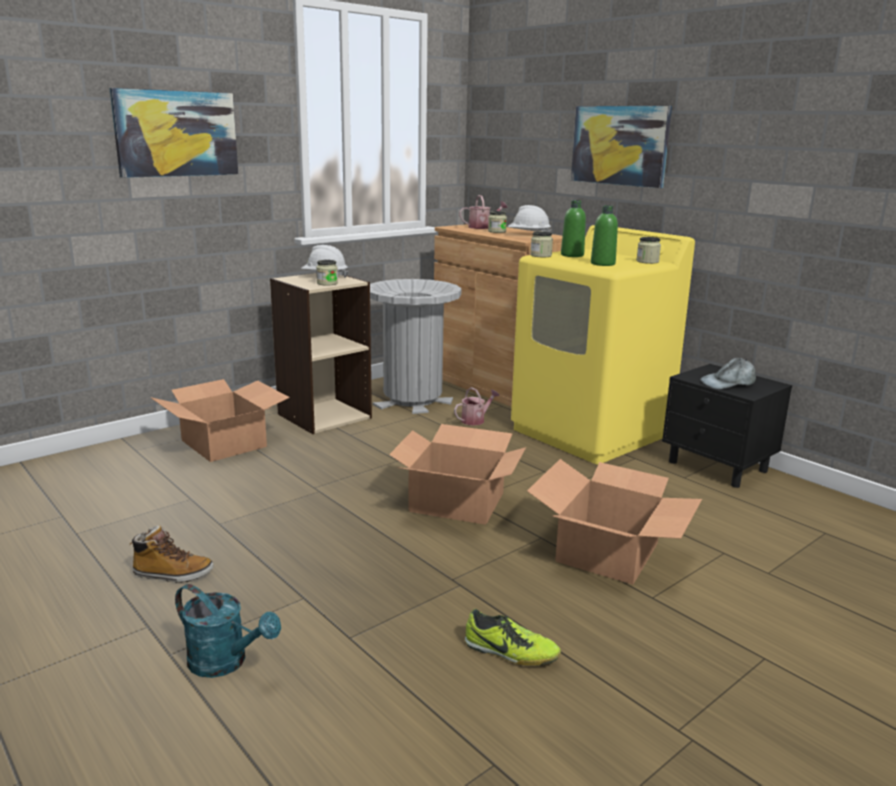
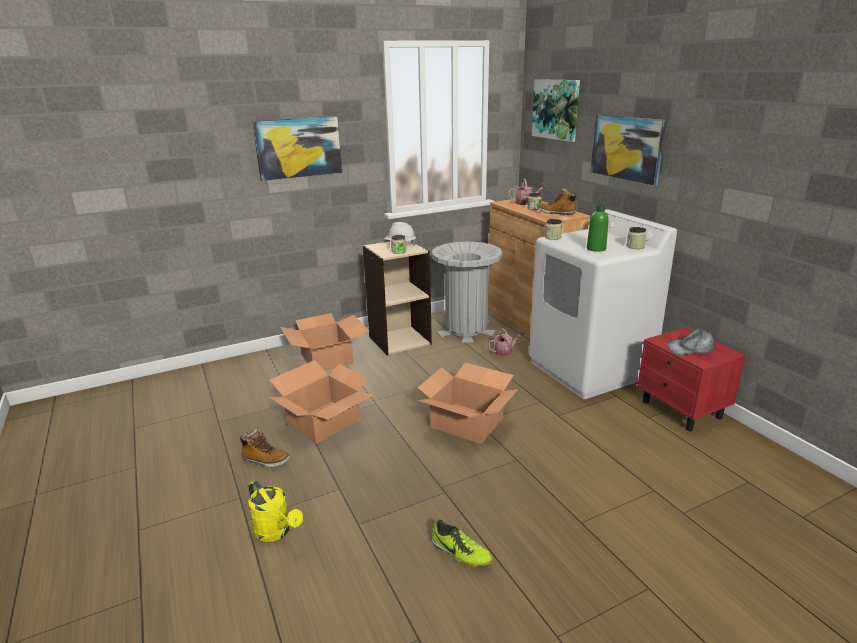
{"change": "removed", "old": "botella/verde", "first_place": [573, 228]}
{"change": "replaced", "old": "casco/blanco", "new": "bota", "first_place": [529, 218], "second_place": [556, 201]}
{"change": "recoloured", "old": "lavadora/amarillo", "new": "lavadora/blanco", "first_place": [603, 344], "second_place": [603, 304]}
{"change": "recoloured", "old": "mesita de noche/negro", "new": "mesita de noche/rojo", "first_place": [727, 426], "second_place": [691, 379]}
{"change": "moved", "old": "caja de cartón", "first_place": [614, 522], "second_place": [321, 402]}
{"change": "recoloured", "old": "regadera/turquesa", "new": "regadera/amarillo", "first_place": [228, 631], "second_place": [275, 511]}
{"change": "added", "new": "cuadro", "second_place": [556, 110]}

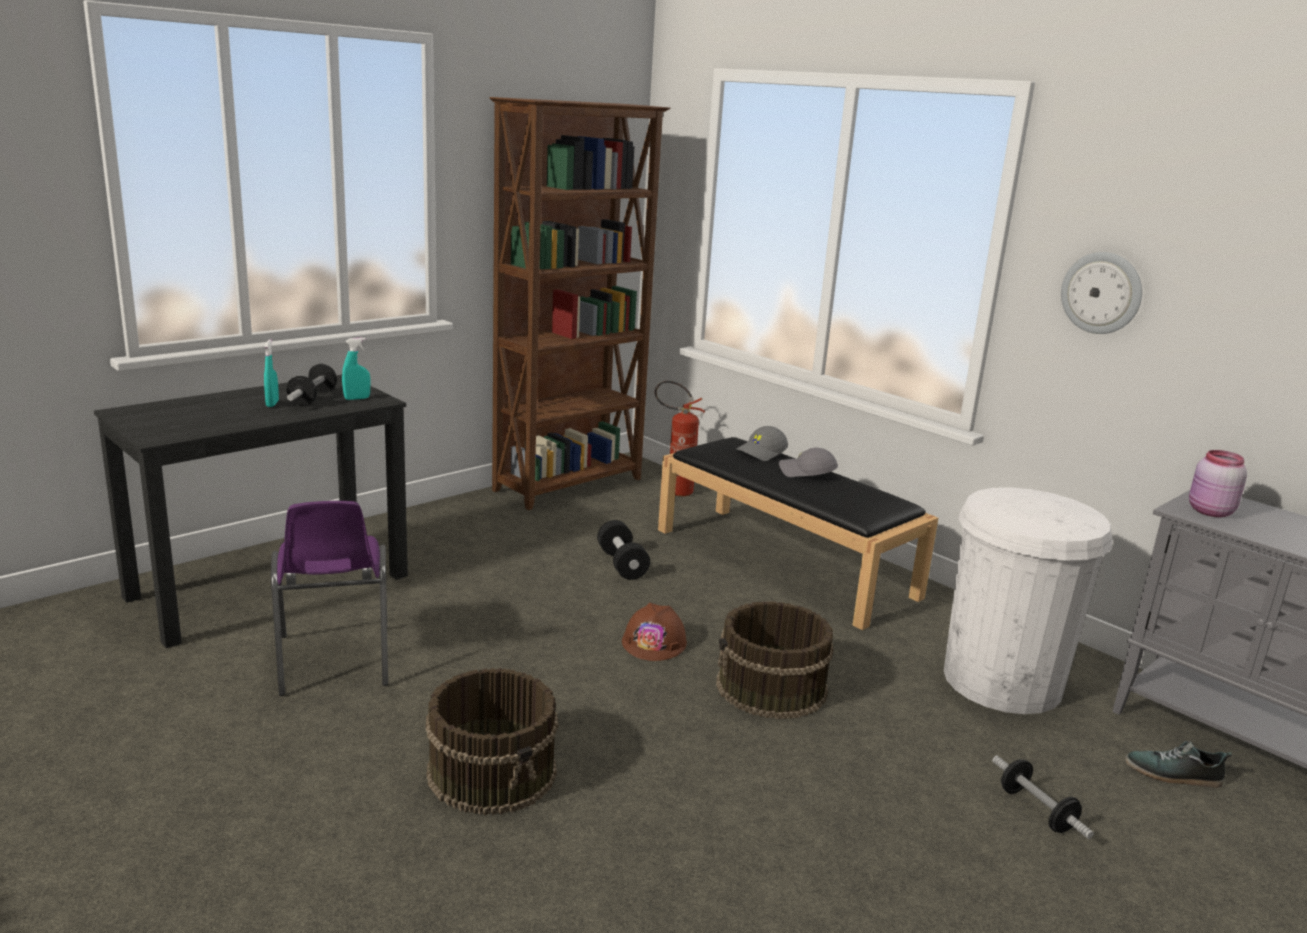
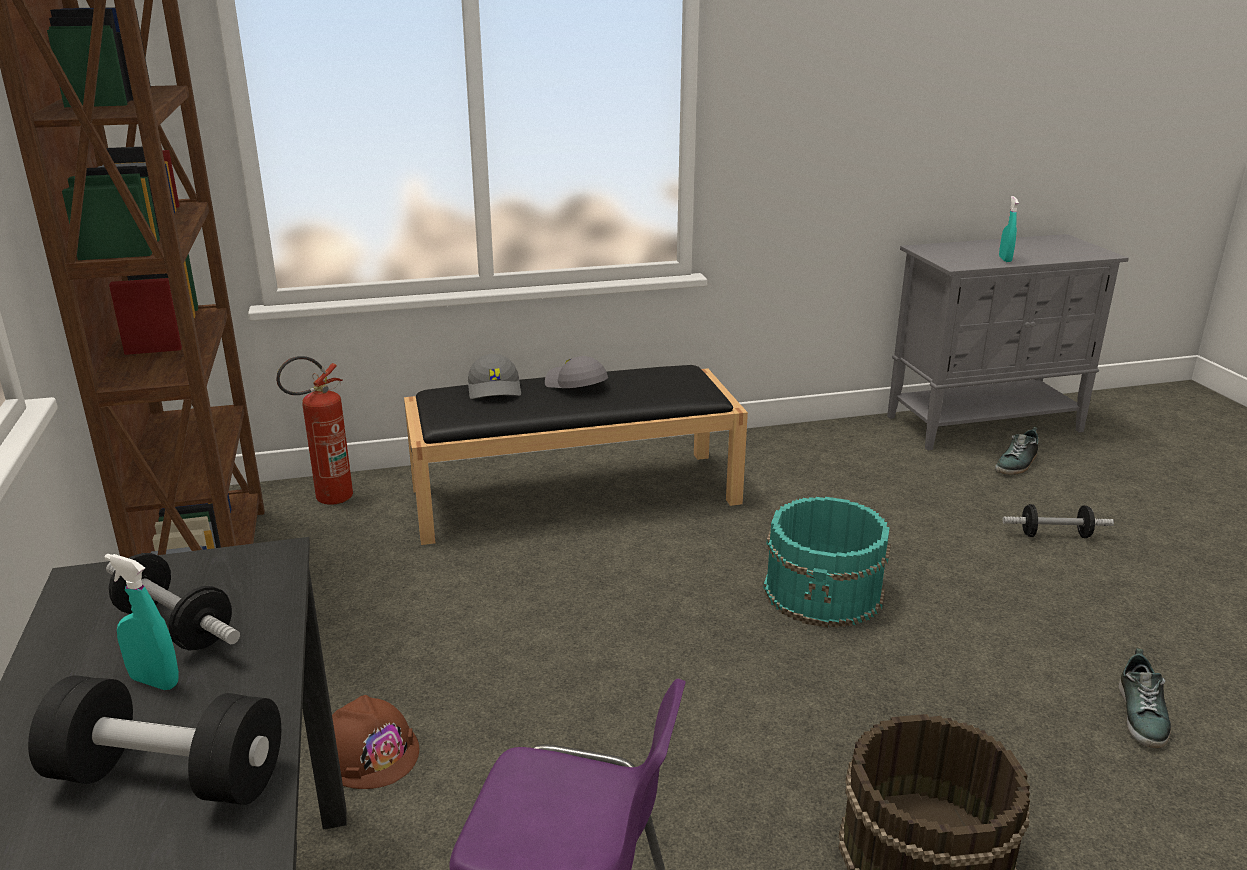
{"change": "removed", "old": "reloj de pared", "first_place": [1101, 293]}
{"change": "moved", "old": "pulverizador/turquesa", "first_place": [356, 369], "second_place": [1009, 229]}
{"change": "turned", "old": "gorra/gris", "first_place": [808, 462], "second_place": [576, 372], "degrees": 90}
{"change": "removed", "old": "tarro/rosa", "first_place": [1218, 483]}
{"change": "removed", "old": "papelera/blanco", "first_place": [1028, 600]}
{"change": "moved", "old": "mancuerna/negro", "first_place": [623, 550], "second_place": [154, 740]}
{"change": "recoloured", "old": "cubo/marrón", "new": "cubo/turquesa", "first_place": [775, 660], "second_place": [827, 562]}
{"change": "moved", "old": "casco/marrón", "first_place": [654, 632], "second_place": [375, 742]}
{"change": "added", "new": "zapato", "second_place": [1145, 698]}

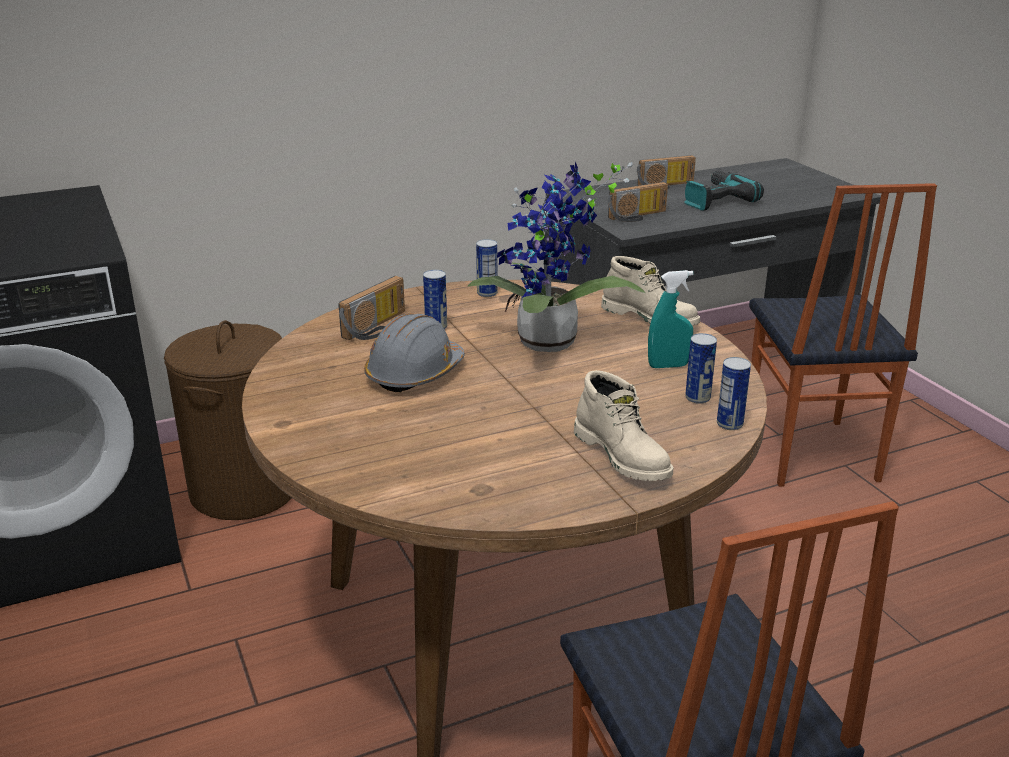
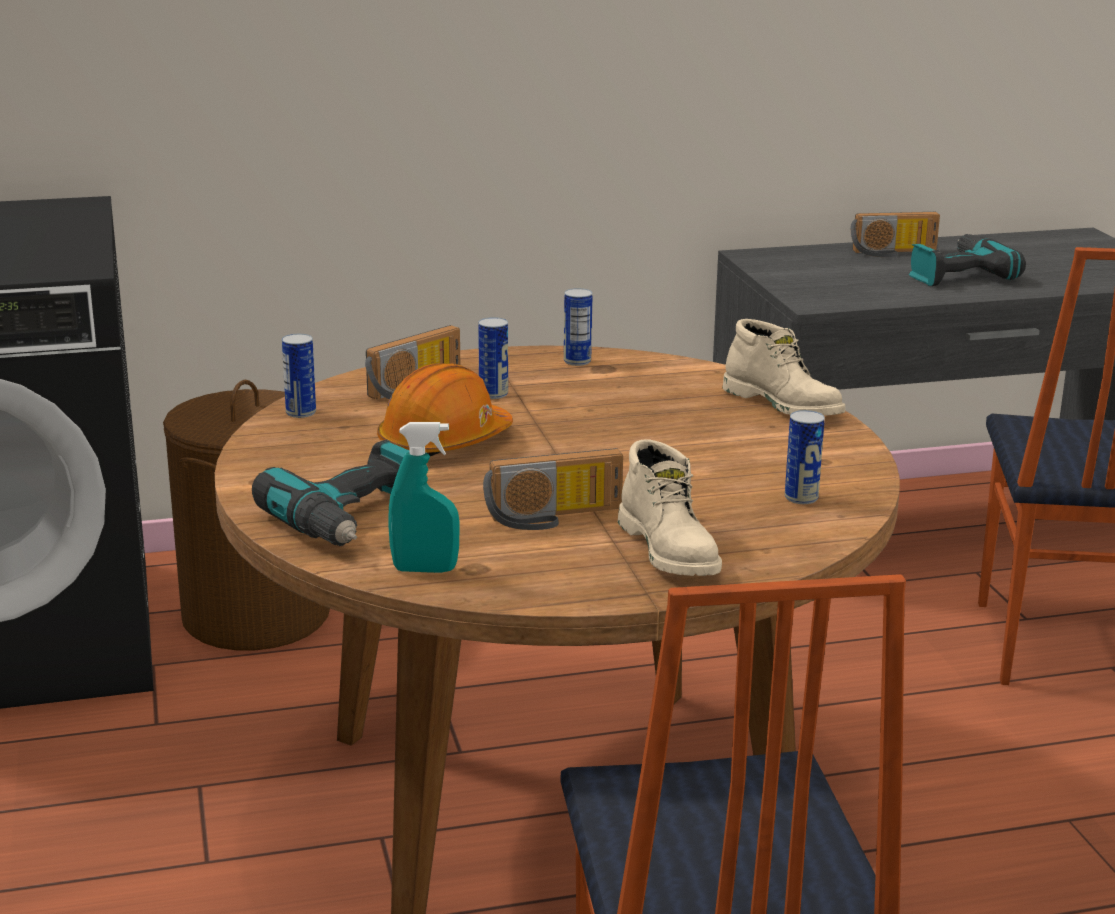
{"change": "removed", "old": "planta en maceta", "first_place": [556, 257]}
{"change": "moved", "old": "radio", "first_place": [638, 202], "second_place": [553, 489]}
{"change": "moved", "old": "pulverizador/turquesa", "first_place": [671, 319], "second_place": [424, 497]}
{"change": "recoloured", "old": "casco/gris", "new": "casco/naranja", "first_place": [414, 353], "second_place": [445, 409]}
{"change": "moved", "old": "lata", "first_place": [734, 393], "second_place": [299, 376]}
{"change": "added", "new": "taladro", "second_place": [331, 493]}

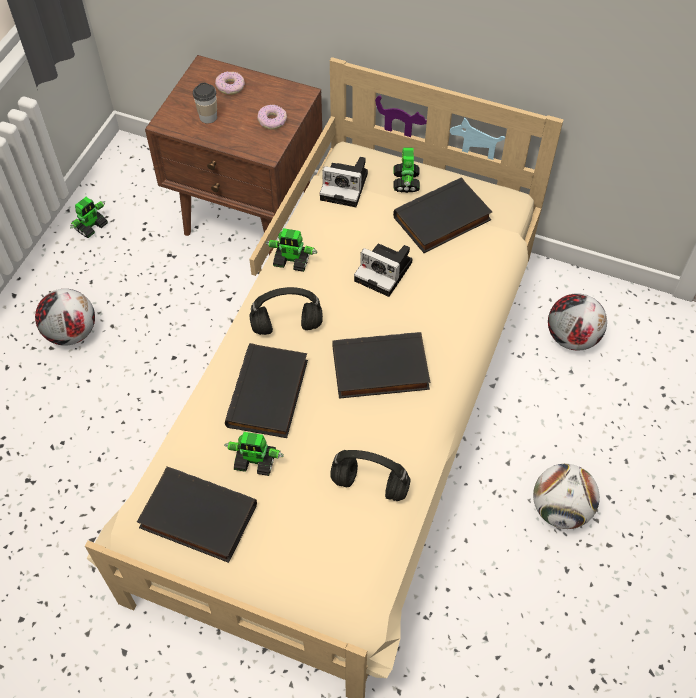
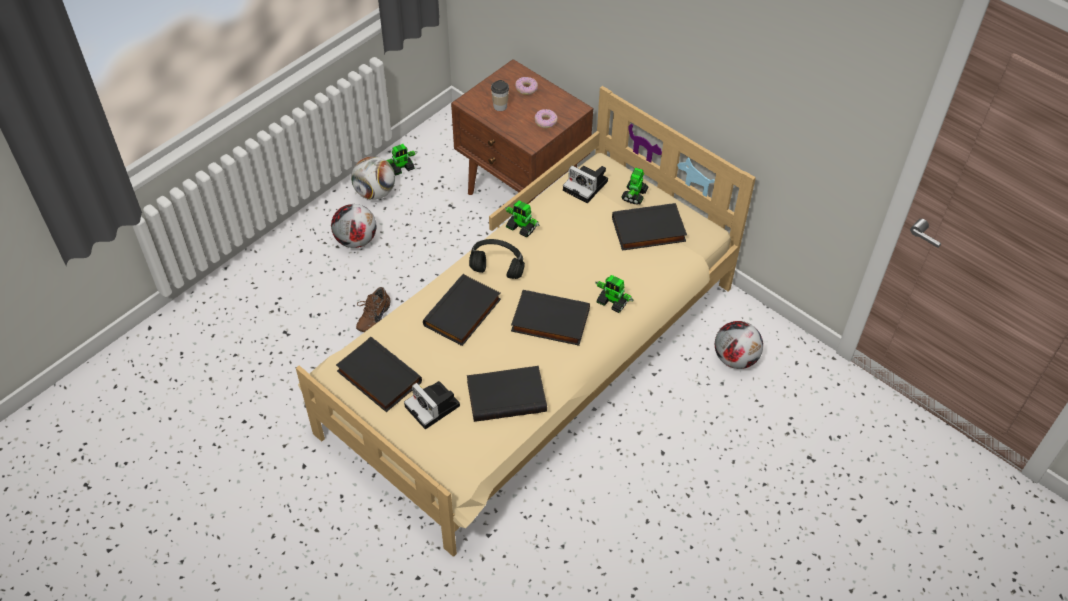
{"change": "moved", "old": "cámara", "first_place": [383, 270], "second_place": [432, 405]}
{"change": "moved", "old": "robot de juguete", "first_place": [254, 454], "second_place": [614, 294]}
{"change": "replaced", "old": "auriculares/negro", "new": "libro/negro", "first_place": [370, 475], "second_place": [507, 394]}
{"change": "moved", "old": "balón de fútbol", "first_place": [566, 496], "second_place": [373, 178]}
{"change": "added", "new": "zapato/marrón", "second_place": [373, 309]}

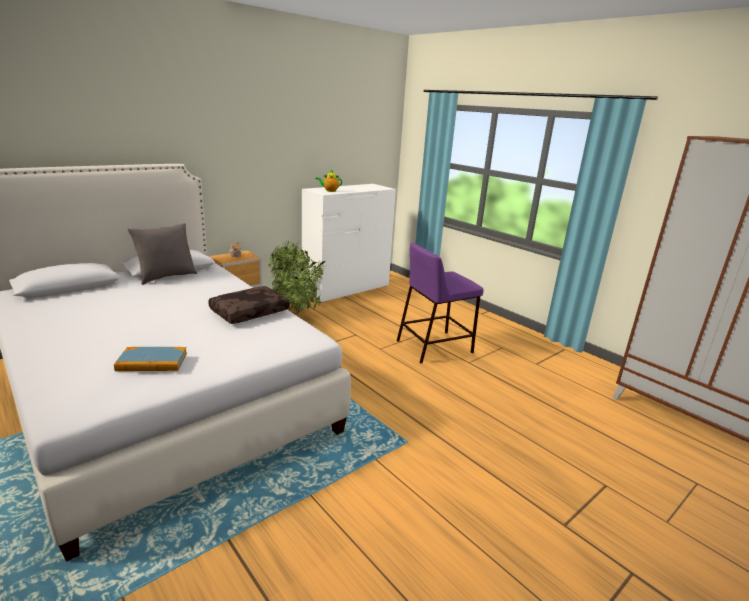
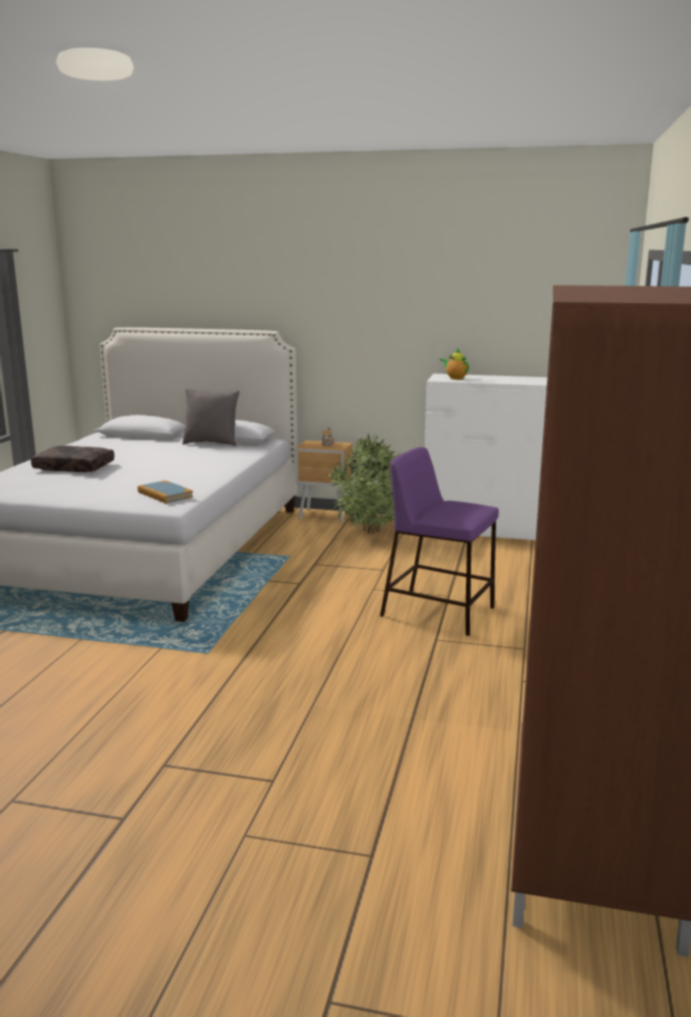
{"change": "moved", "old": "cojín/marrón", "first_place": [249, 305], "second_place": [72, 459]}
{"change": "moved", "old": "libro", "first_place": [150, 359], "second_place": [165, 491]}

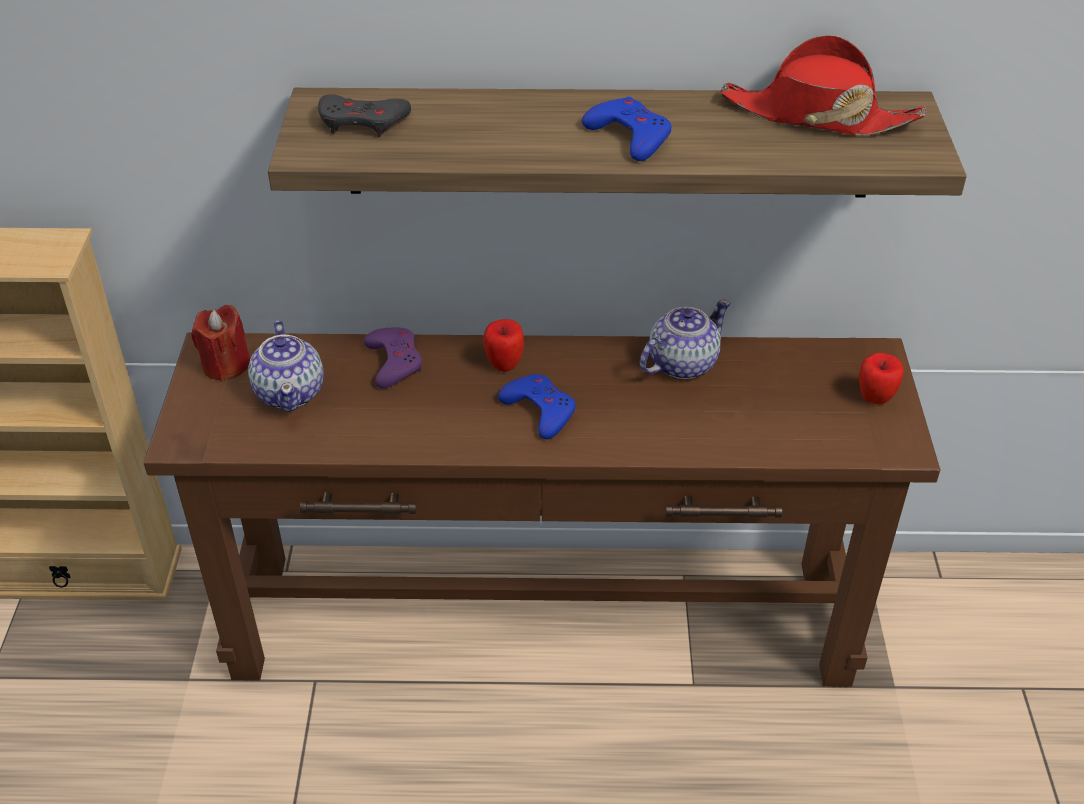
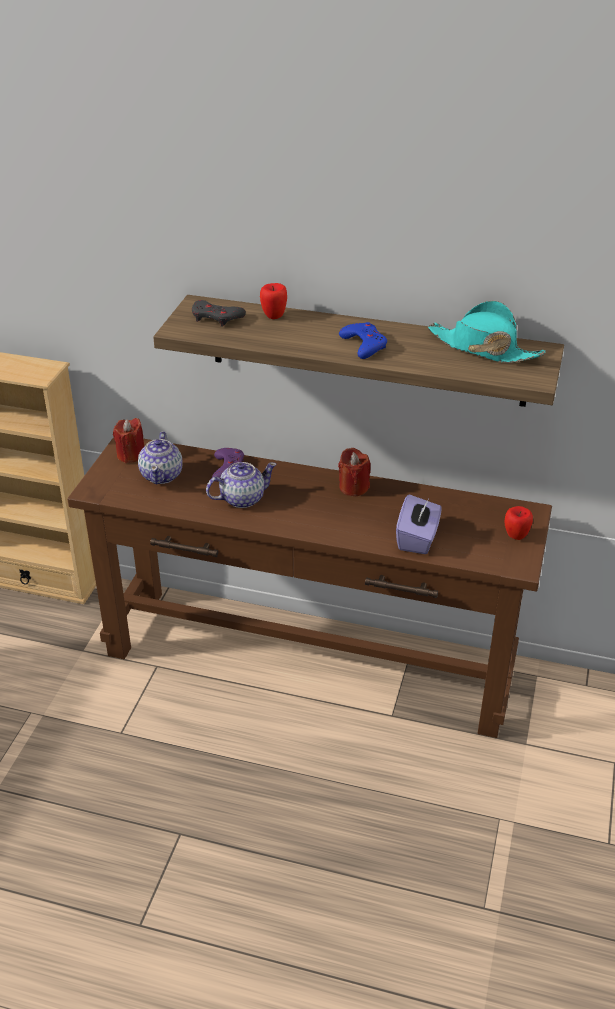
{"change": "recoloured", "old": "sombrero/rojo", "new": "sombrero/turquesa", "first_place": [823, 85], "second_place": [487, 332]}
{"change": "moved", "old": "tetera", "first_place": [685, 339], "second_place": [241, 485]}
{"change": "moved", "old": "manzana", "first_place": [503, 345], "second_place": [273, 301]}
{"change": "removed", "old": "mando de consola/azul", "first_place": [537, 406]}
{"change": "added", "new": "vela/rojo", "second_place": [354, 472]}
{"change": "added", "new": "caja de pañuelos/morado", "second_place": [418, 524]}

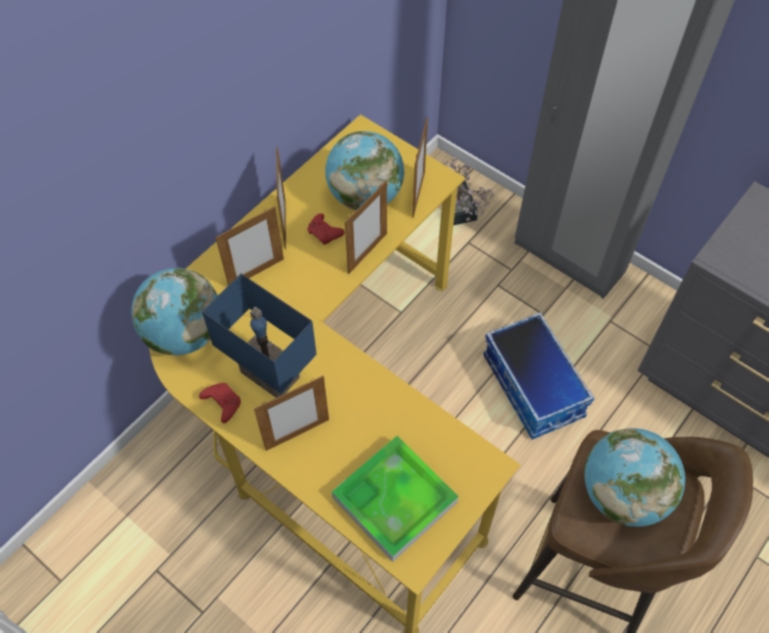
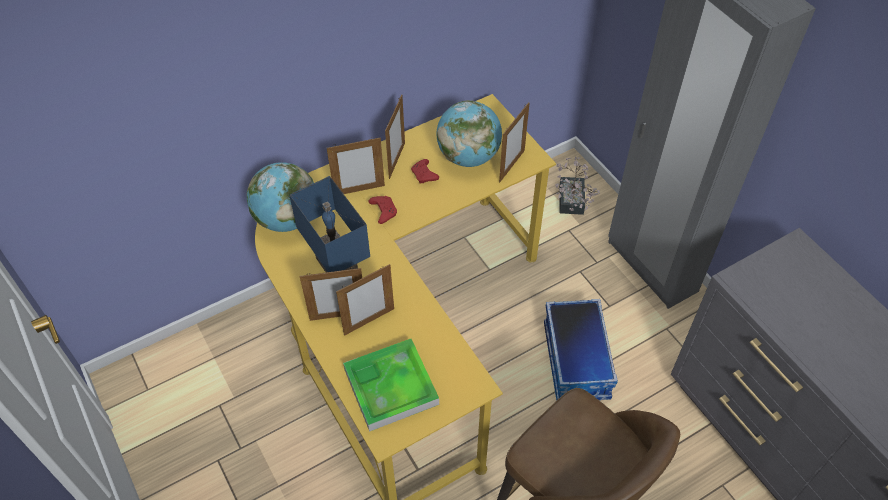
{"change": "moved", "old": "portarretratos", "first_place": [366, 227], "second_place": [365, 300]}
{"change": "moved", "old": "mando de consola/rojo", "first_place": [220, 403], "second_place": [382, 210]}
{"change": "removed", "old": "globo terráqueo", "first_place": [634, 477]}

